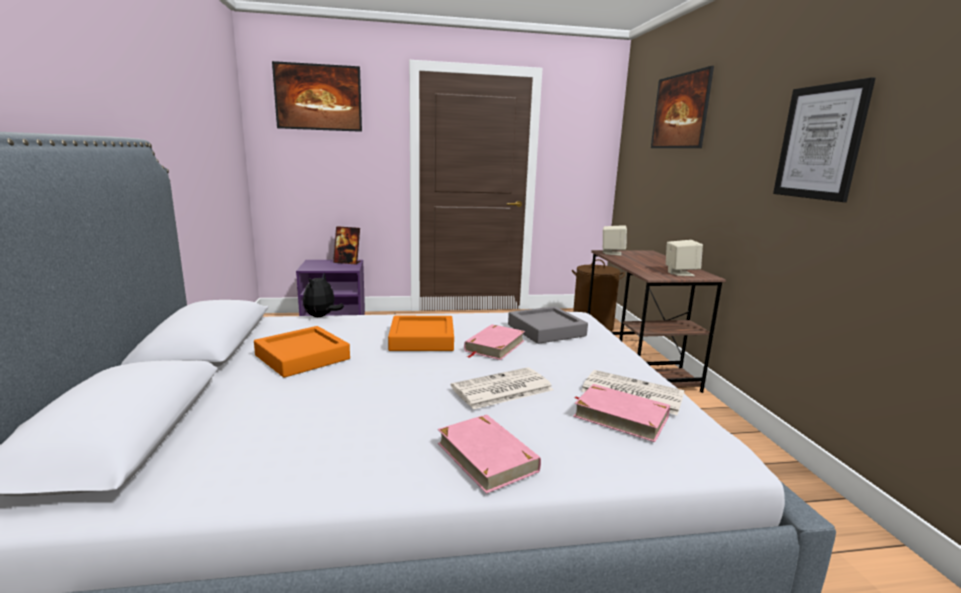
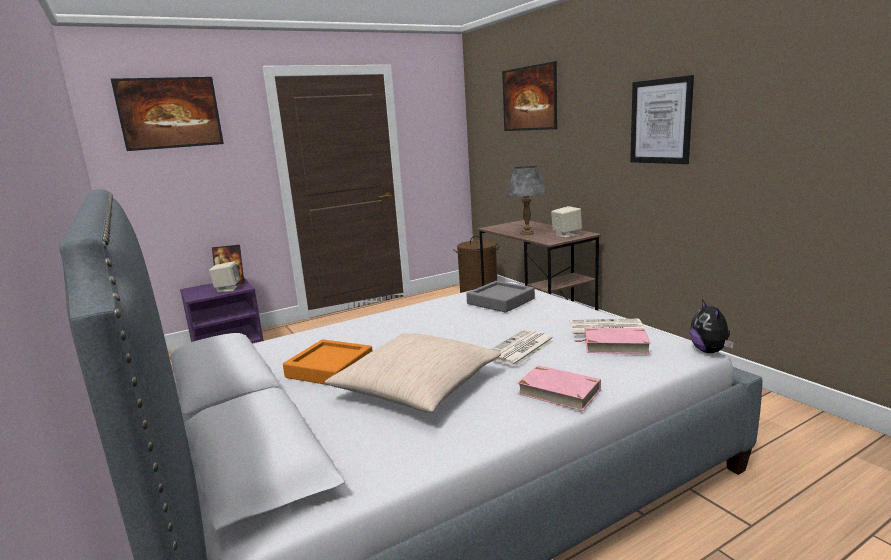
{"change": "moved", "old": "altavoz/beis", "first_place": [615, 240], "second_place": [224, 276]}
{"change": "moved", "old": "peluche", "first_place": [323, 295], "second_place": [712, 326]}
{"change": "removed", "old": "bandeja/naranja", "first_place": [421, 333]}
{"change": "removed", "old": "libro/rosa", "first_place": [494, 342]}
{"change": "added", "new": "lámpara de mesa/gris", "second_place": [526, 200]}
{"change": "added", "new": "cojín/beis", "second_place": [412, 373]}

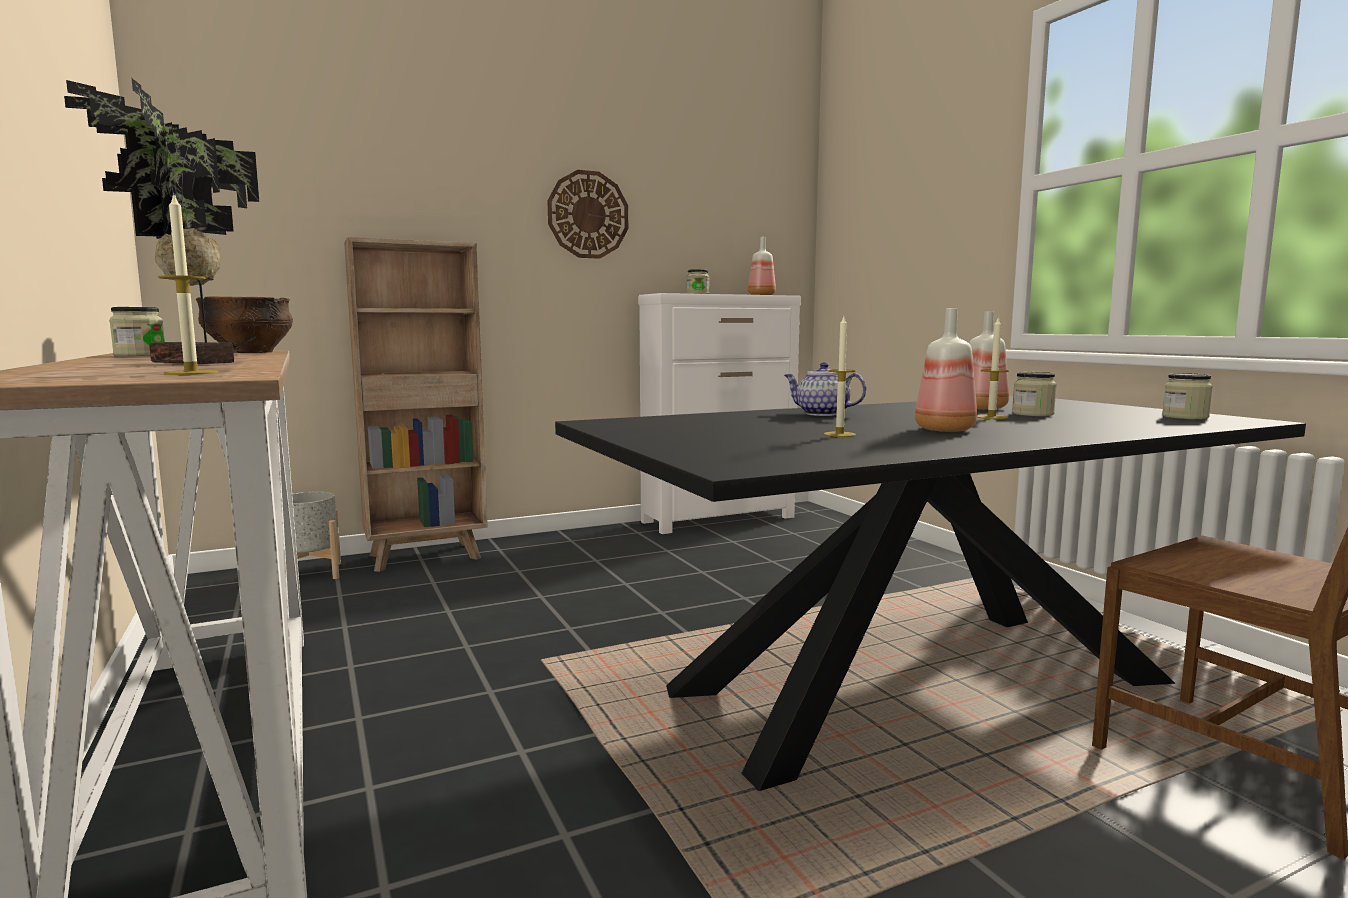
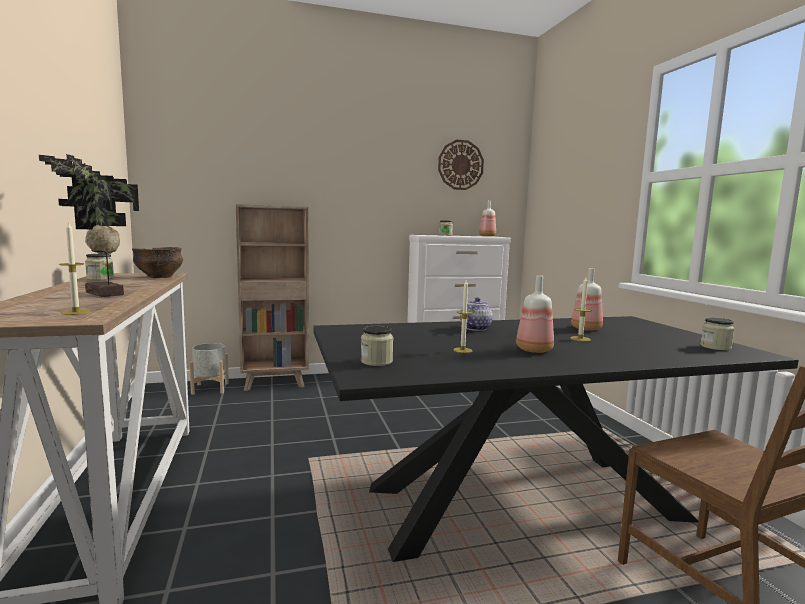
{"change": "moved", "old": "reloj de pared", "first_place": [587, 214], "second_place": [461, 165]}
{"change": "turned", "old": "tetera", "first_place": [825, 389], "second_place": [476, 314], "degrees": 75}
{"change": "moved", "old": "tarro", "first_place": [1034, 394], "second_place": [377, 346]}

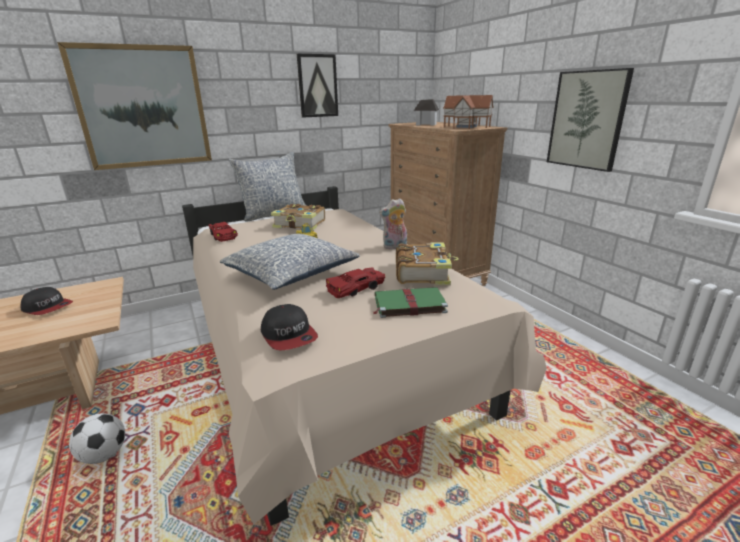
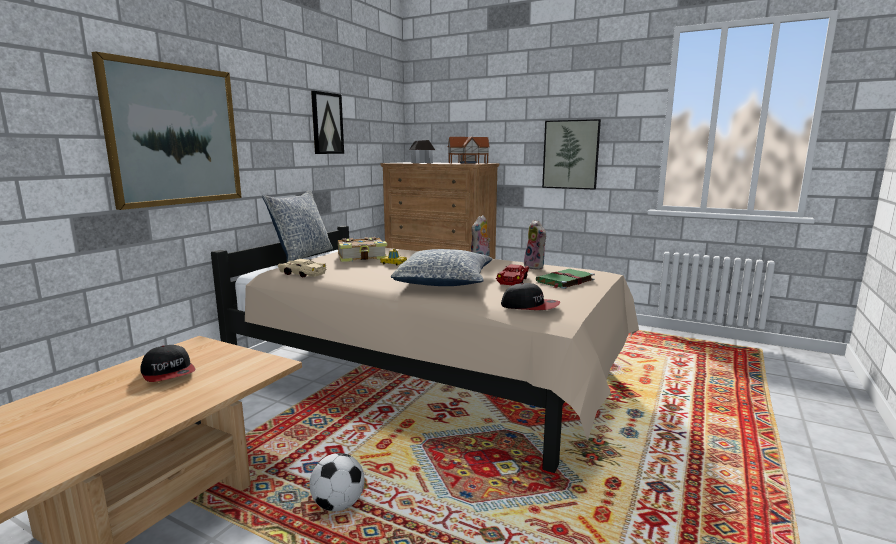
{"change": "recoloured", "old": "coche de juguete/rojo", "new": "coche de juguete/beis", "first_place": [223, 232], "second_place": [302, 268]}
{"change": "replaced", "old": "libro", "new": "peluche", "first_place": [427, 263], "second_place": [535, 245]}
{"change": "turned", "old": "gorra", "first_place": [46, 301], "second_place": [167, 363], "degrees": 60}

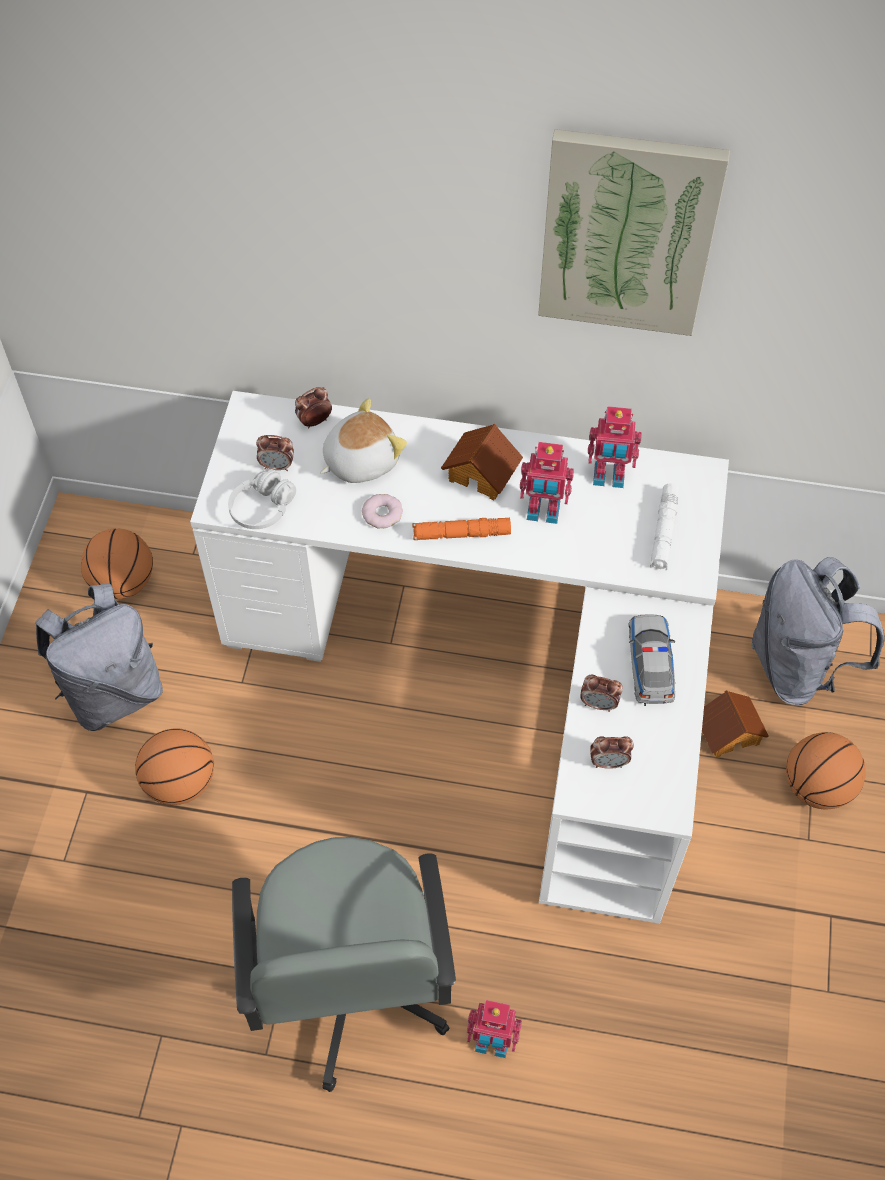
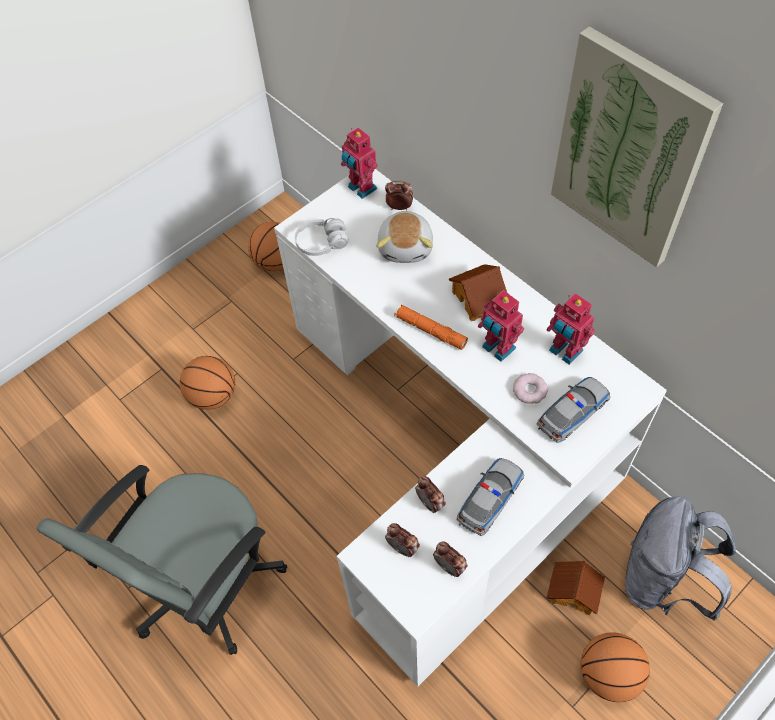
{"change": "turned", "old": "peluche", "first_place": [363, 440], "second_place": [404, 237], "degrees": 90}
{"change": "moved", "old": "despertador", "first_place": [275, 453], "second_place": [450, 559]}
{"change": "replaced", "old": "linterna/blanco", "new": "coche de juguete", "first_place": [665, 527], "second_place": [573, 410]}
{"change": "moved", "old": "rosquilla", "first_place": [382, 511], "second_place": [530, 388]}
{"change": "removed", "old": "mochila/gris", "first_place": [99, 657]}
{"change": "moved", "old": "robot de juguete", "first_place": [494, 1029], "second_place": [359, 163]}

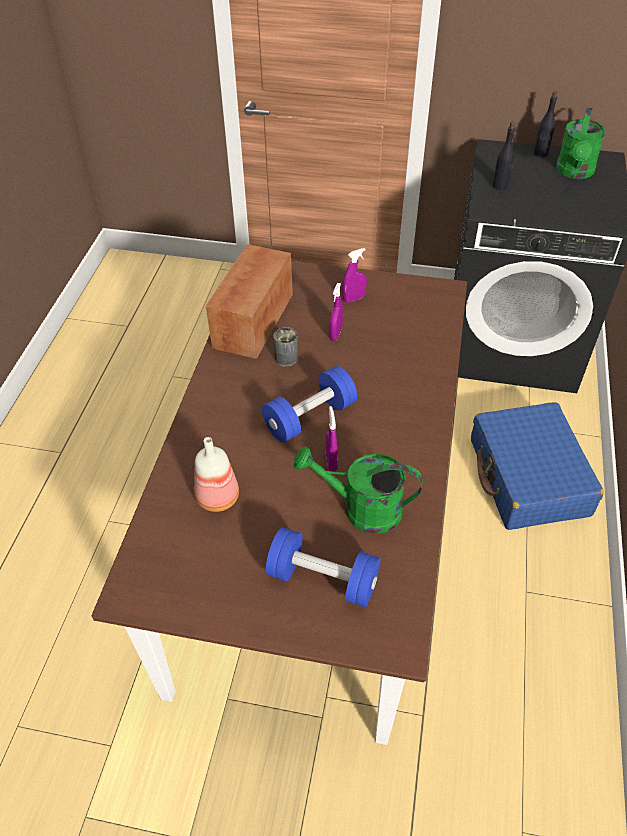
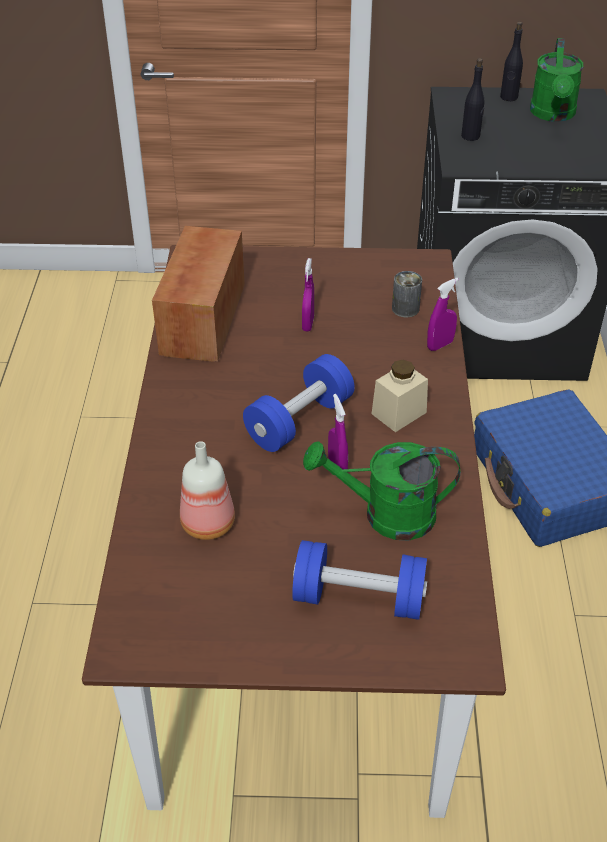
{"change": "moved", "old": "pulverizador/morado", "first_place": [354, 275], "second_place": [443, 314]}
{"change": "moved", "old": "lata", "first_place": [285, 347], "second_place": [407, 294]}
{"change": "added", "new": "tarro/beis", "second_place": [400, 396]}

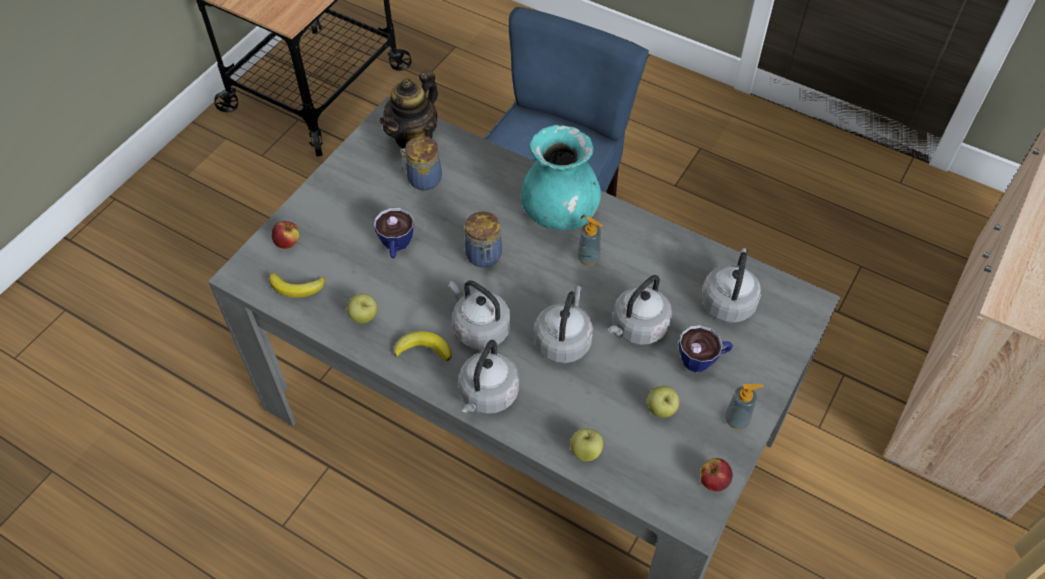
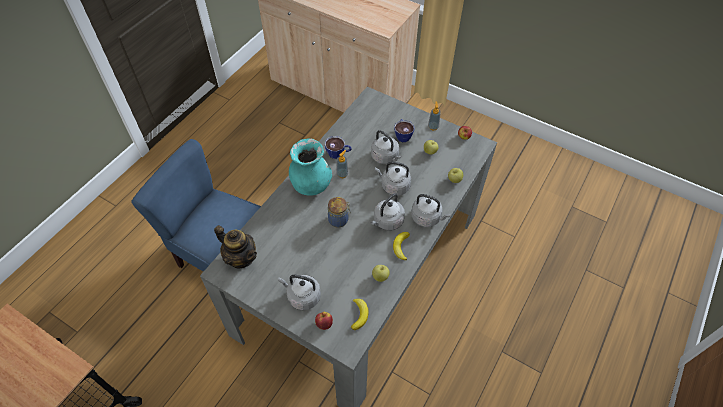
{"change": "removed", "old": "tarro", "first_place": [421, 163]}
{"change": "moved", "old": "taza", "first_place": [394, 233], "second_place": [338, 147]}
{"change": "moved", "old": "hervidor/gris", "first_place": [731, 285], "second_place": [299, 292]}

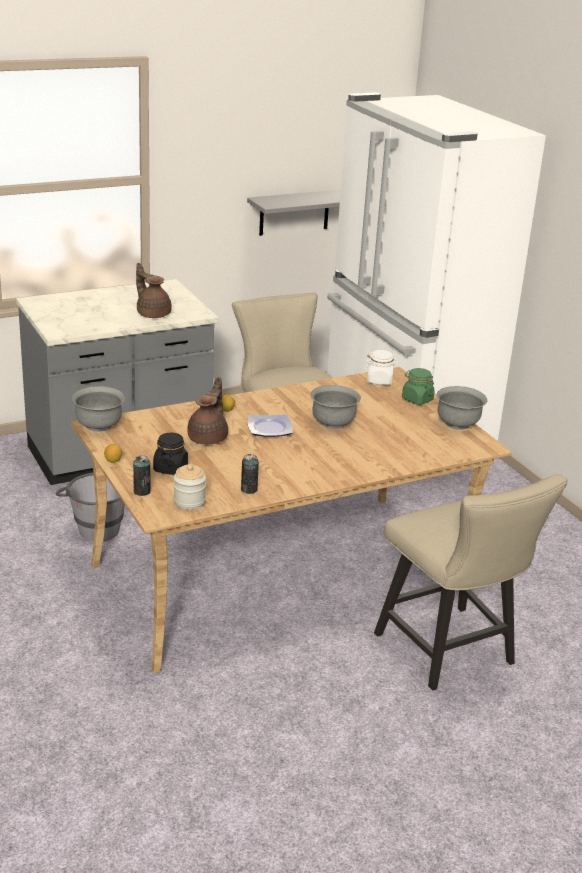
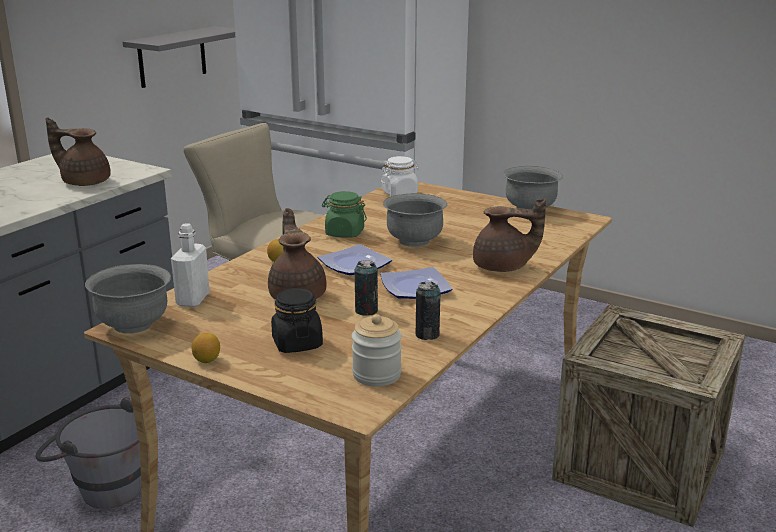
{"change": "moved", "old": "tarro/verde", "first_place": [418, 386], "second_place": [344, 214]}
{"change": "moved", "old": "lata", "first_place": [142, 476], "second_place": [366, 288]}
{"change": "replaced", "old": "silla/beis", "new": "caja de embalaje", "first_place": [470, 582], "second_place": [648, 415]}
{"change": "added", "new": "tetera/marrón", "second_place": [509, 235]}
{"change": "added", "new": "botella/blanco", "second_place": [190, 265]}
{"change": "added", "new": "plato", "second_place": [416, 283]}

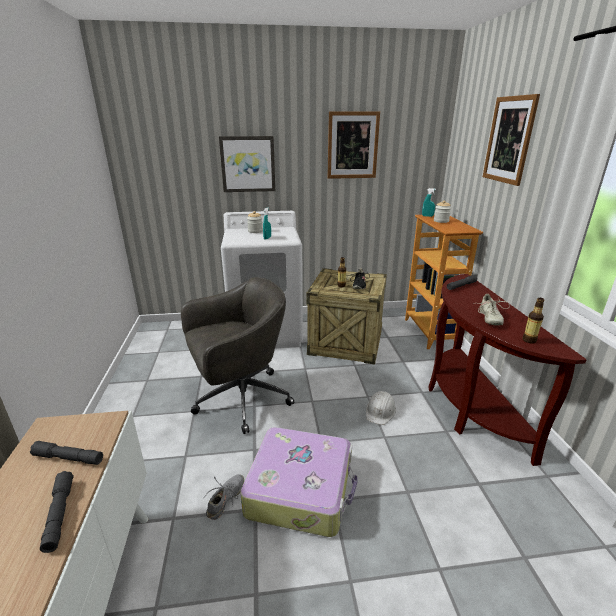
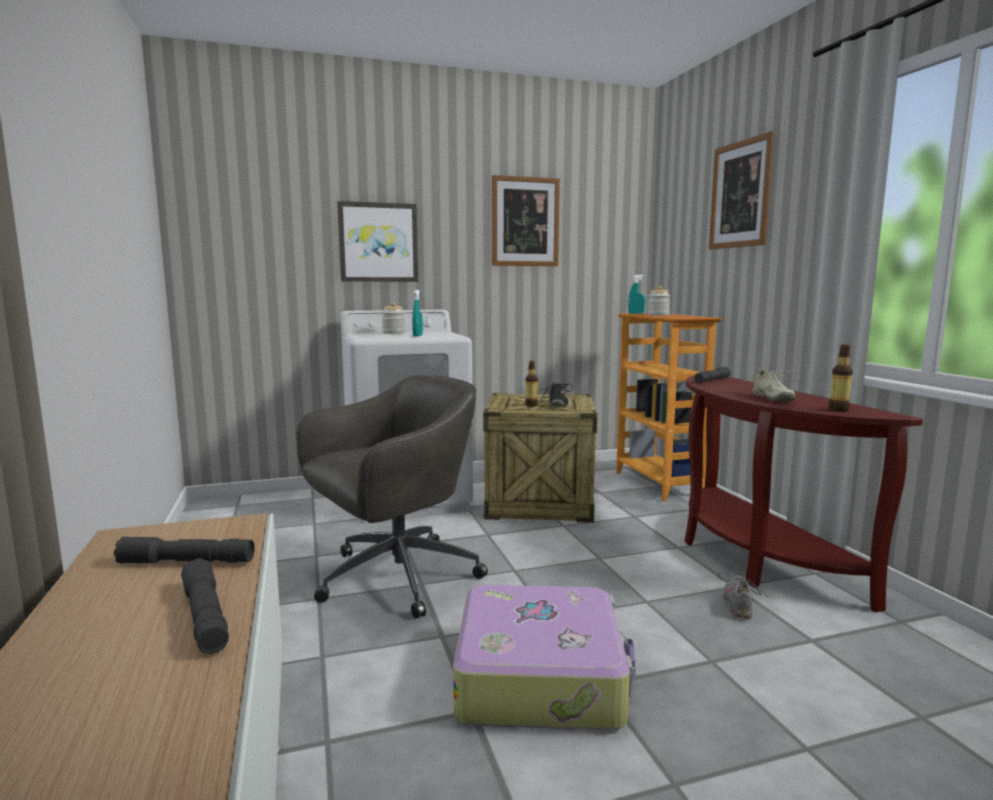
{"change": "removed", "old": "casco/blanco", "first_place": [381, 408]}
{"change": "moved", "old": "zapato/gris", "first_place": [224, 497], "second_place": [740, 595]}

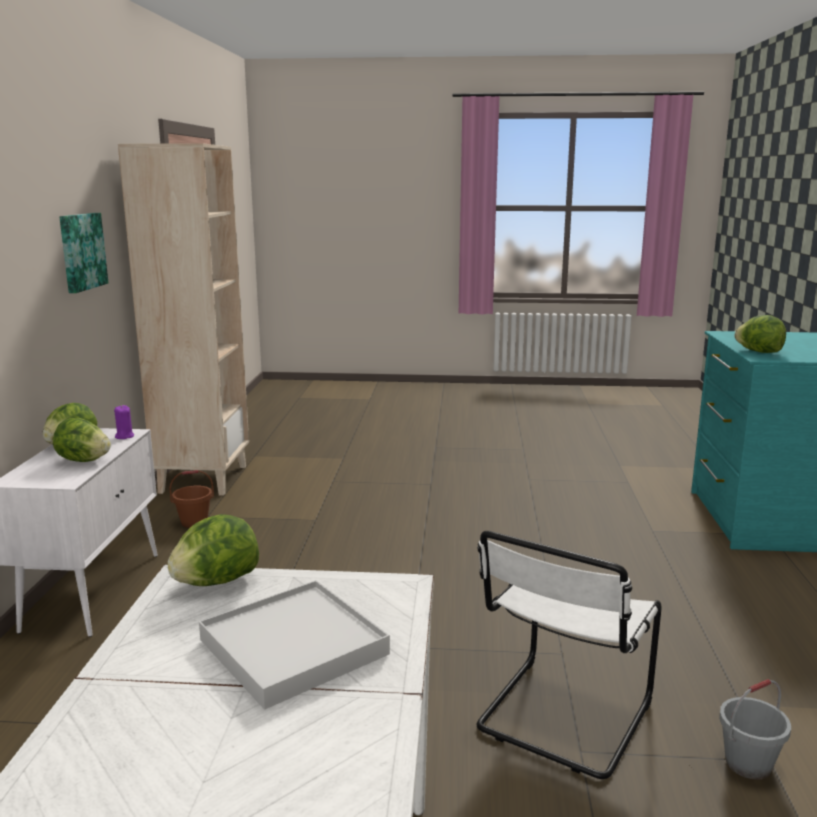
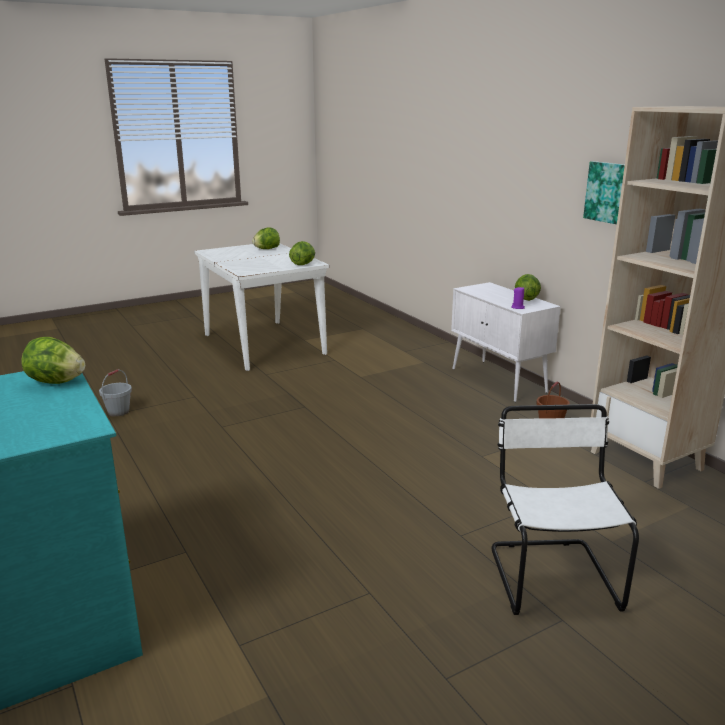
{"change": "moved", "old": "lechuga", "first_place": [82, 440], "second_place": [266, 238]}
{"change": "moved", "old": "silla/blanco", "first_place": [569, 655], "second_place": [565, 509]}
{"change": "removed", "old": "bandeja/blanco", "first_place": [294, 645]}

